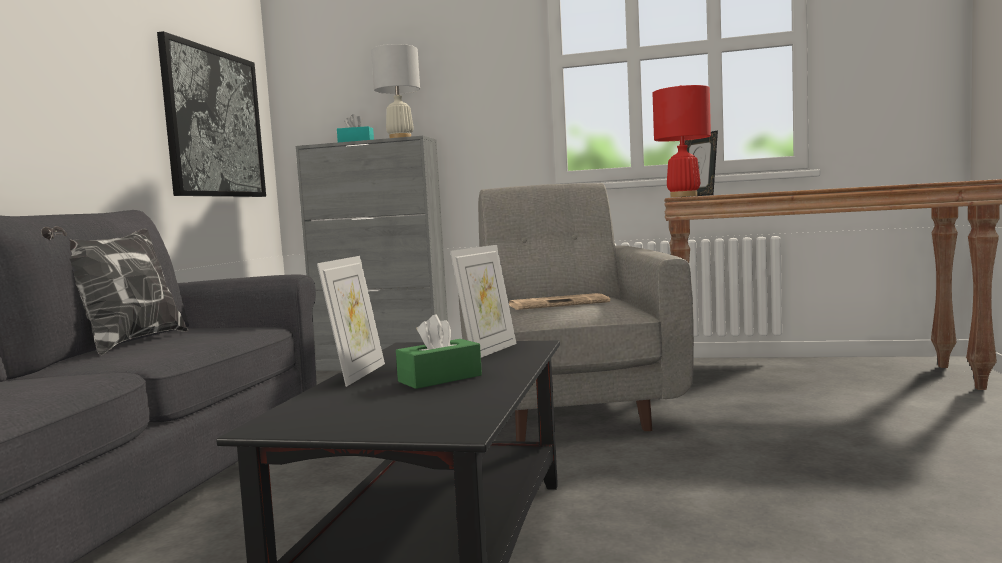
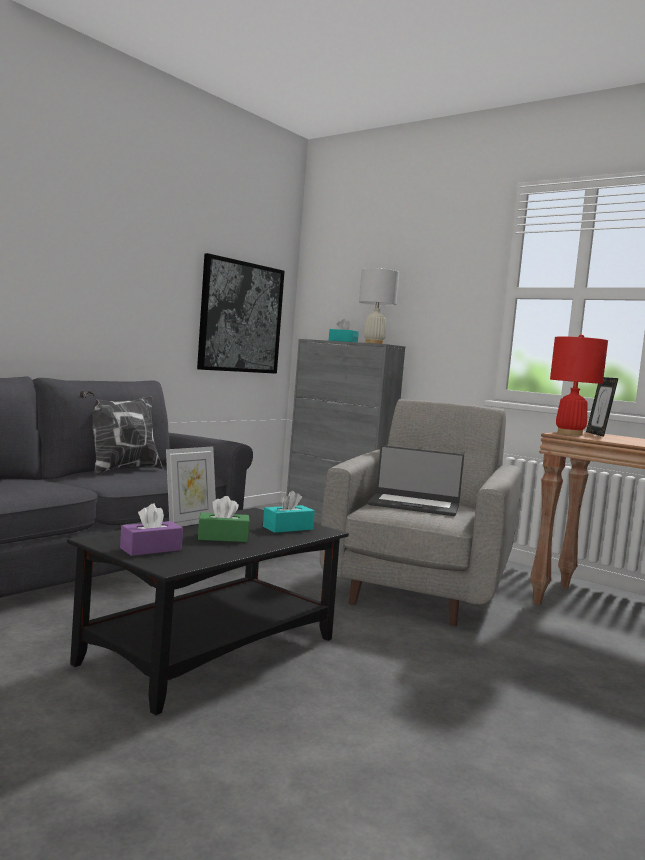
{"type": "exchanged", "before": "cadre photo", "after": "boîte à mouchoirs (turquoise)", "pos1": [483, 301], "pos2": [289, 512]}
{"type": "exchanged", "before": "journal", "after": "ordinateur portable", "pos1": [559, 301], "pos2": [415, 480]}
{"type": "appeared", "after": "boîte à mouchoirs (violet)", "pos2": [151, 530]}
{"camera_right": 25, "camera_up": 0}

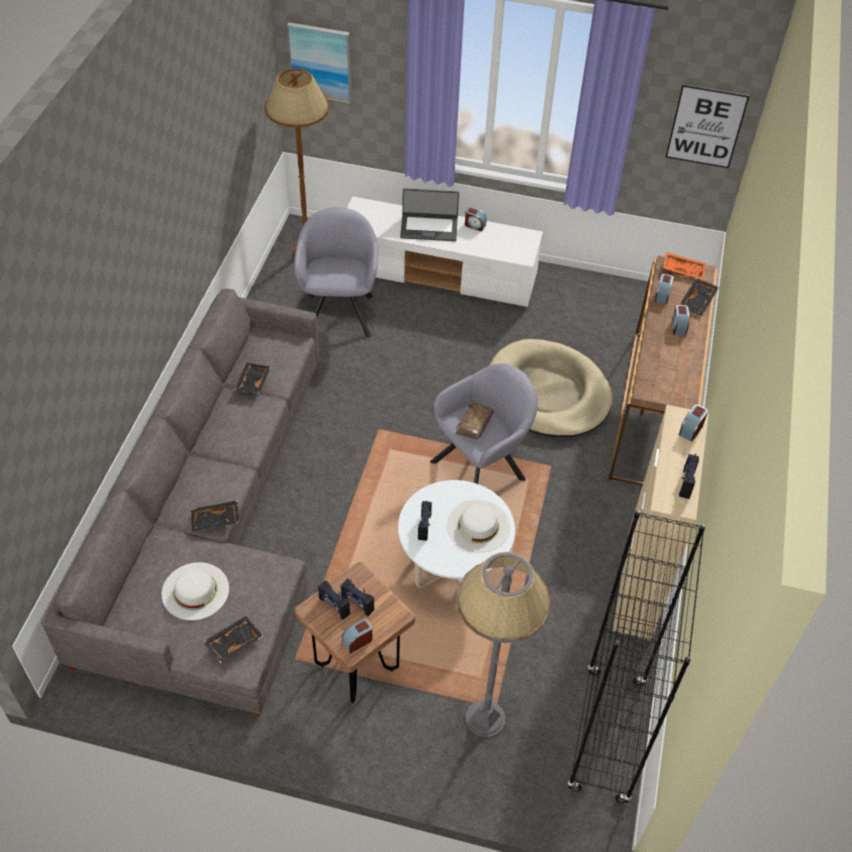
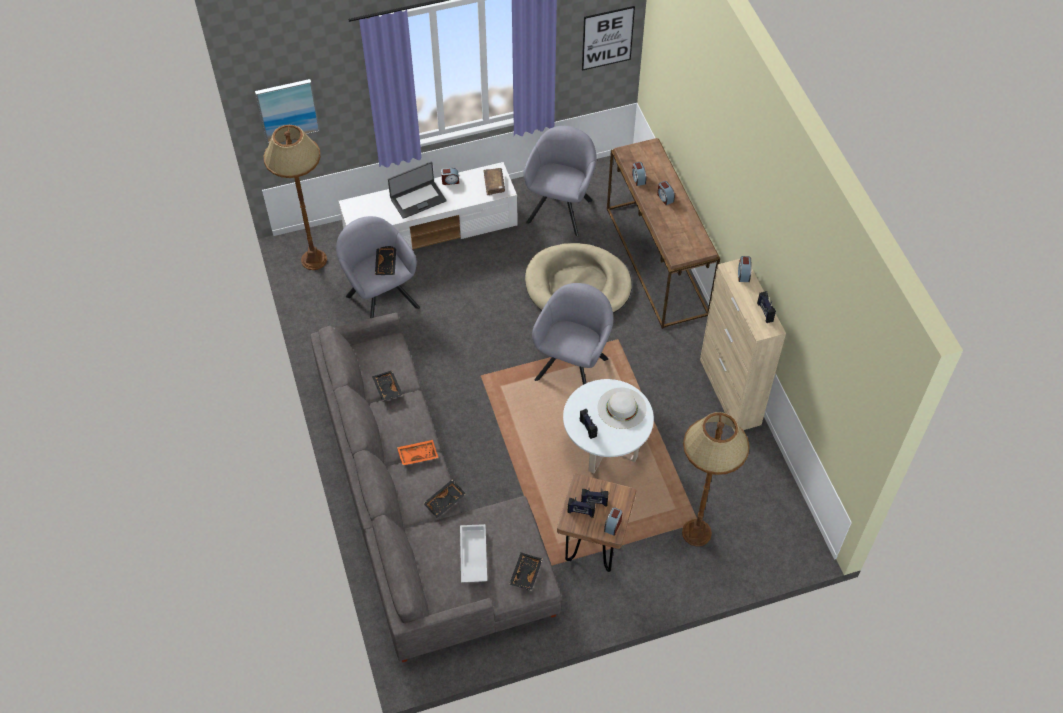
{"type": "relocated", "before": "plateau (orange)", "pos1": [684, 266], "pos2": [417, 453]}
{"type": "relocated", "before": "plateau (noir)", "pos1": [699, 297], "pos2": [385, 260]}
{"type": "relocated", "before": "livre (marron)", "pos1": [475, 421], "pos2": [494, 181]}
{"type": "missing", "before": "bibliothèque (noir)", "pos1": [636, 657]}
{"type": "colour", "before": "lampadaire (gris)", "after": "lampadaire (marron)", "pos1": [503, 645], "pos2": [716, 479]}
{"type": "exchanged", "before": "chapeau (blanc)", "after": "plateau (blanc)", "pos1": [195, 591], "pos2": [473, 553]}
{"type": "appeared", "after": "fauteuil (gris)", "pos2": [560, 181]}
{"camera_right": -30, "camera_up": 5}

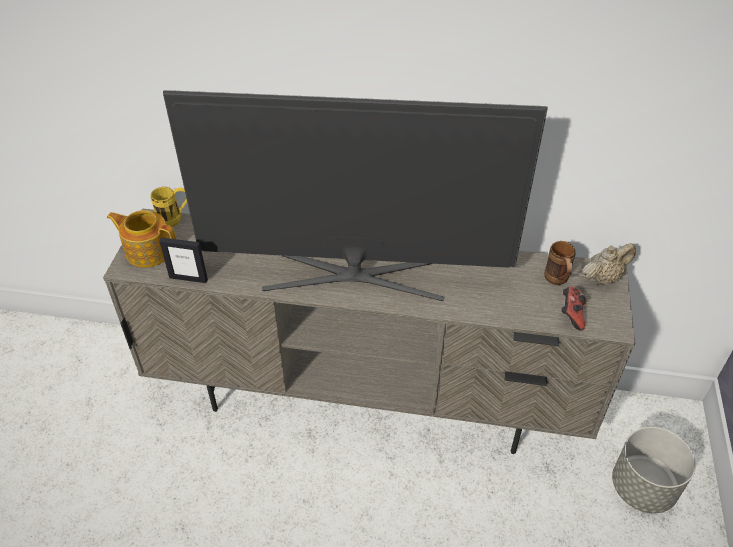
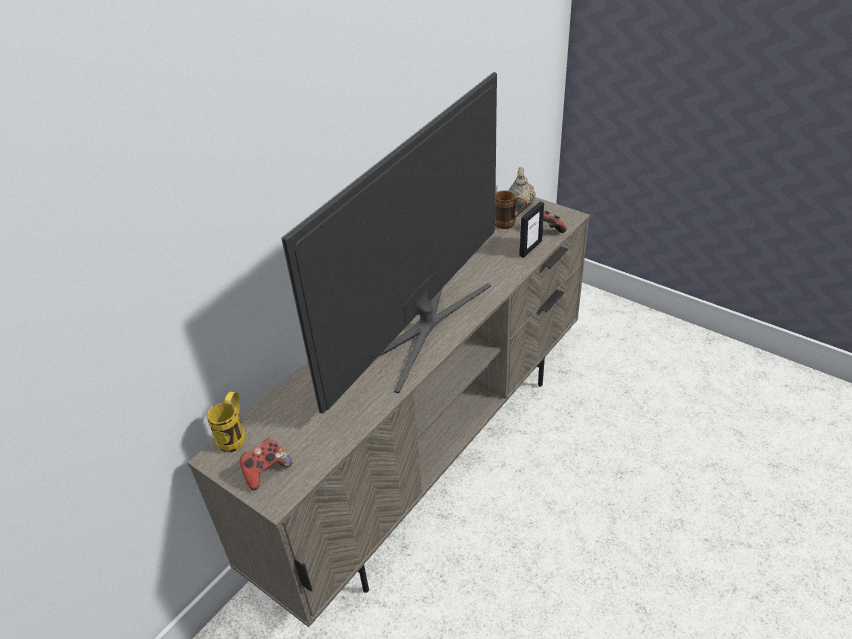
{"type": "exchanged", "before": "théière", "after": "manette", "pos1": [141, 239], "pos2": [266, 464]}
{"type": "relocated", "before": "cadre photo", "pos1": [183, 260], "pos2": [531, 230]}
{"type": "missing", "before": "cache-pot (gris)", "pos1": [654, 470]}
{"camera_right": -60, "camera_up": -5}

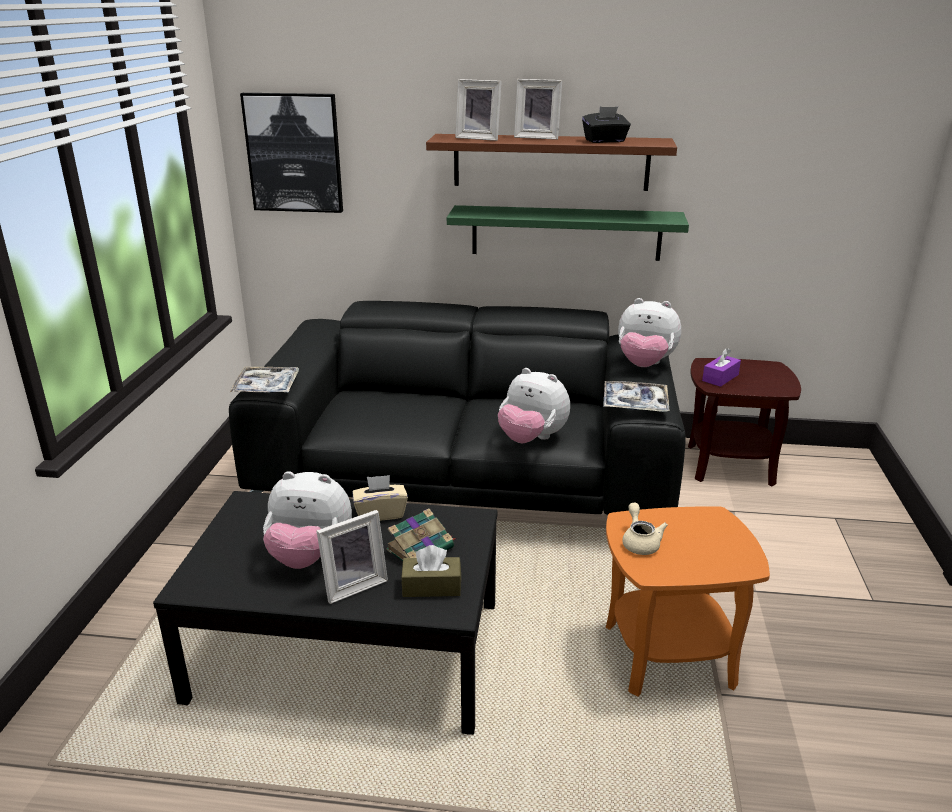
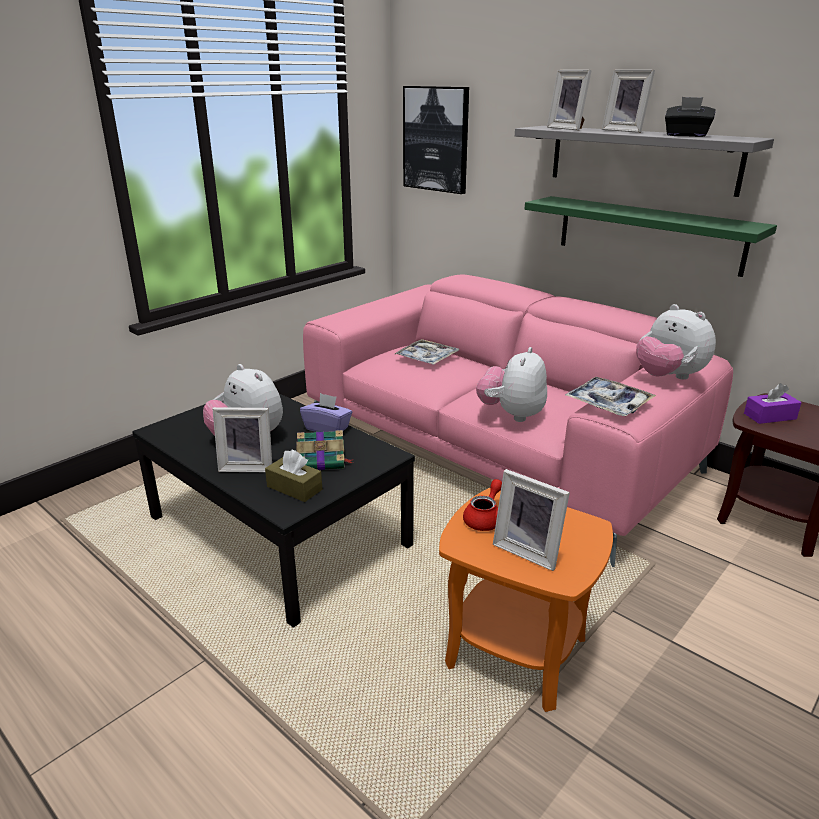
{"type": "colour", "before": "étagère (marron)", "after": "étagère (gris)", "pos1": [551, 162], "pos2": [644, 161]}
{"type": "colour", "before": "canapé (noir)", "after": "canapé (rose)", "pos1": [457, 408], "pos2": [518, 420]}
{"type": "relocated", "before": "plateau", "pos1": [264, 380], "pos2": [427, 352]}
{"type": "spun", "before": "peluche", "pos1": [534, 405], "pos2": [511, 384], "turn": 45}
{"type": "colour", "before": "boîte à mouchoirs (beige)", "after": "boîte à mouchoirs (violet)", "pos1": [380, 498], "pos2": [326, 412]}
{"type": "colour", "before": "théière (beige)", "after": "théière (rouge)", "pos1": [645, 529], "pos2": [482, 505]}
{"type": "appeared", "after": "cadre photo", "pos2": [531, 520]}
{"camera_right": 35, "camera_up": 0}

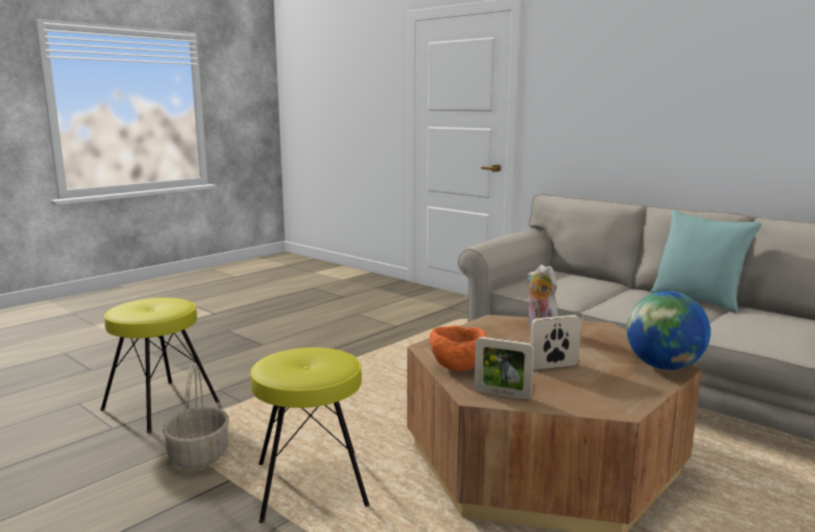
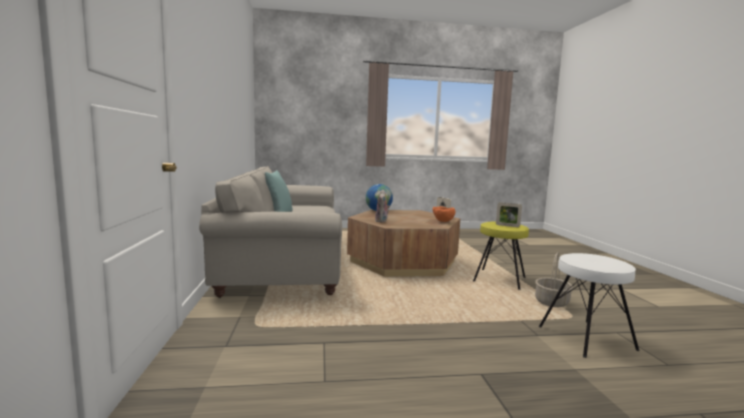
{"type": "colour", "before": "tabouret (jaune)", "after": "tabouret (blanc)", "pos1": [159, 365], "pos2": [589, 305]}
{"type": "relocated", "before": "cadre photo", "pos1": [555, 342], "pos2": [509, 214]}
{"camera_right": -140, "camera_up": -5}

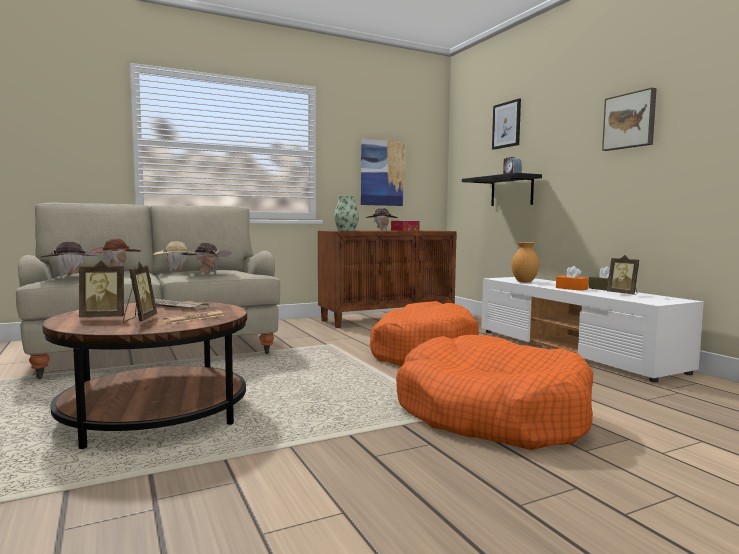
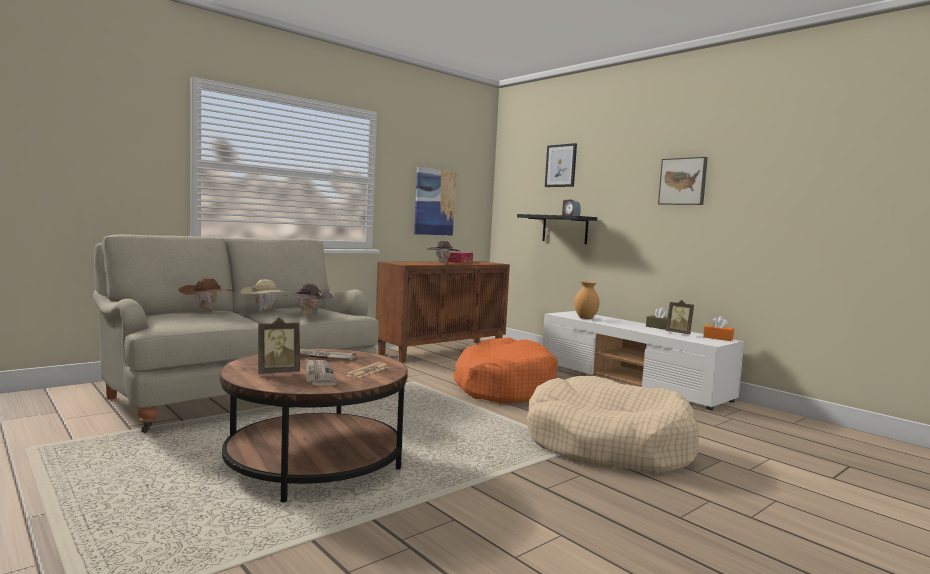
{"type": "missing", "before": "vase", "pos1": [346, 213]}
{"type": "missing", "before": "chapeau (marron)", "pos1": [70, 259]}
{"type": "exchanged", "before": "cadre photo", "after": "journal", "pos1": [140, 292], "pos2": [321, 372]}
{"type": "relocated", "before": "boîte à mouchoirs (orange)", "pos1": [572, 278], "pos2": [718, 328]}
{"type": "colour", "before": "panier pour chien (orange)", "after": "panier pour chien (beige)", "pos1": [494, 392], "pos2": [613, 425]}
{"camera_right": -15, "camera_up": 0}

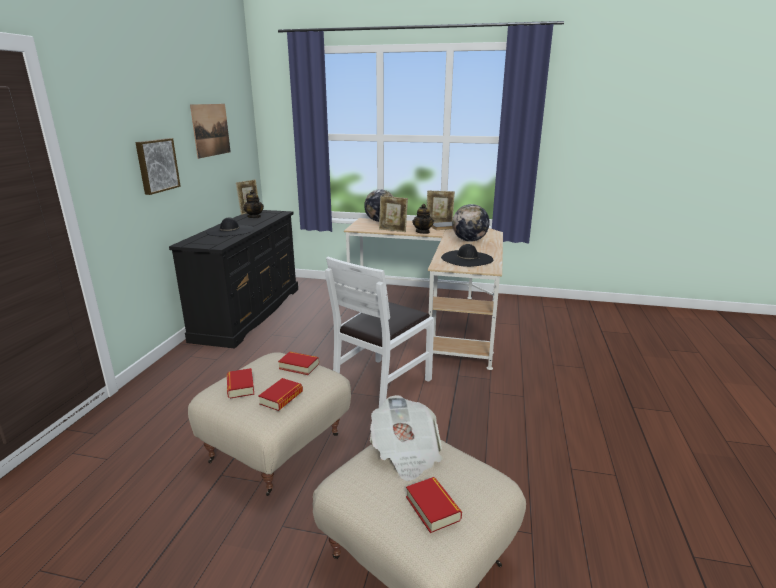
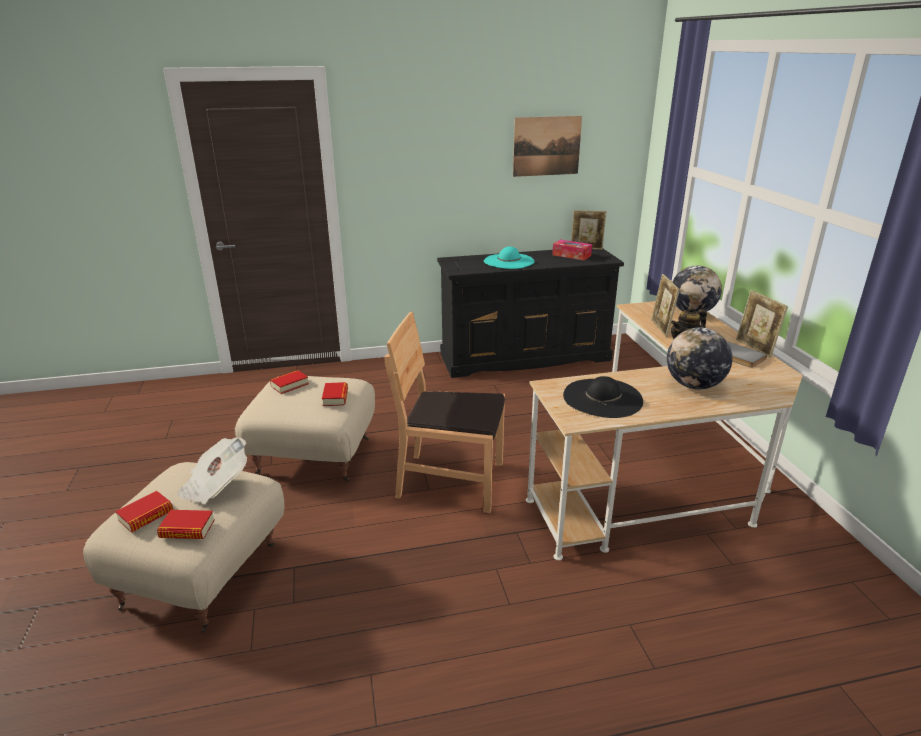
{"type": "missing", "before": "tableau", "pos1": [158, 166]}
{"type": "exchanged", "before": "théière", "after": "boîte à mouchoirs", "pos1": [253, 204], "pos2": [572, 250]}
{"type": "colour", "before": "chapeau (noir)", "after": "chapeau (turquoise)", "pos1": [230, 226], "pos2": [509, 257]}
{"type": "colour", "before": "chaise (blanc)", "after": "chaise (marron)", "pos1": [379, 332], "pos2": [444, 412]}
{"type": "relocated", "before": "livre", "pos1": [280, 394], "pos2": [186, 524]}
{"camera_right": 65, "camera_up": 5}

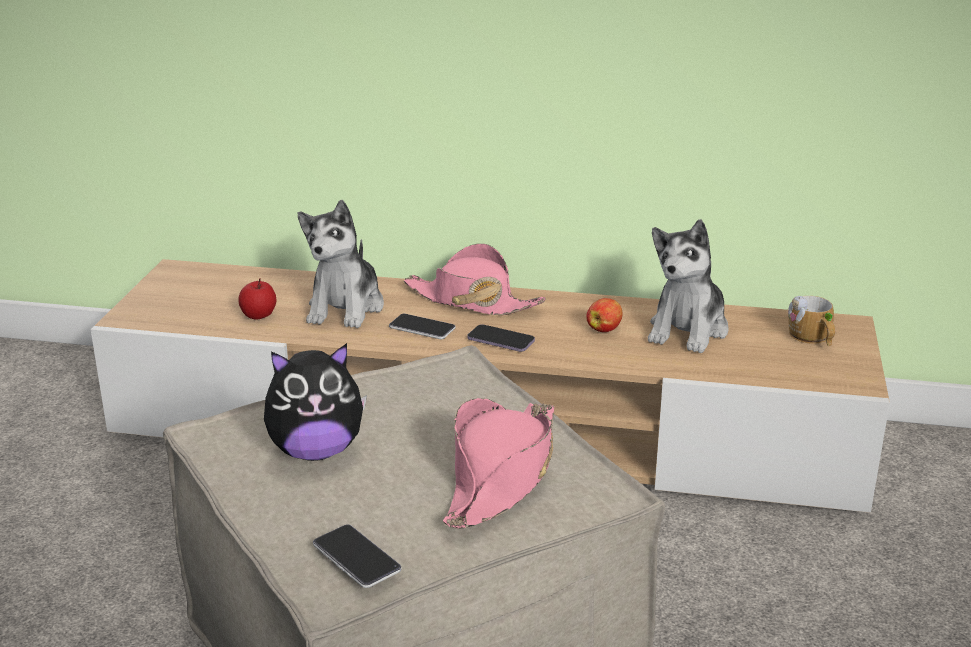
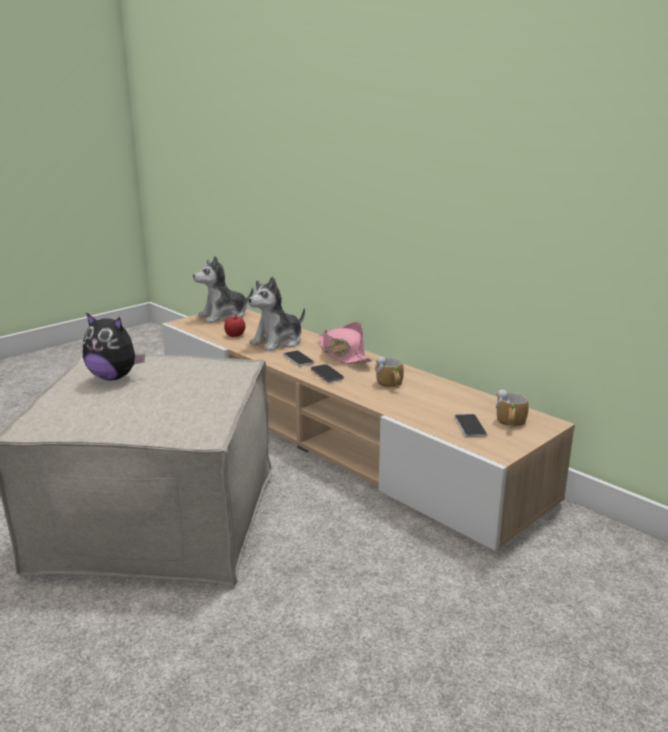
{"type": "relocated", "before": "peluche", "pos1": [688, 286], "pos2": [223, 289]}
{"type": "exchanged", "before": "pomme", "after": "mug", "pos1": [604, 315], "pos2": [389, 372]}
{"type": "missing", "before": "chapeau (rose)", "pos1": [498, 463]}
{"type": "relocated", "before": "téléphone", "pos1": [357, 556], "pos2": [470, 425]}
{"camera_right": 35, "camera_up": -5}

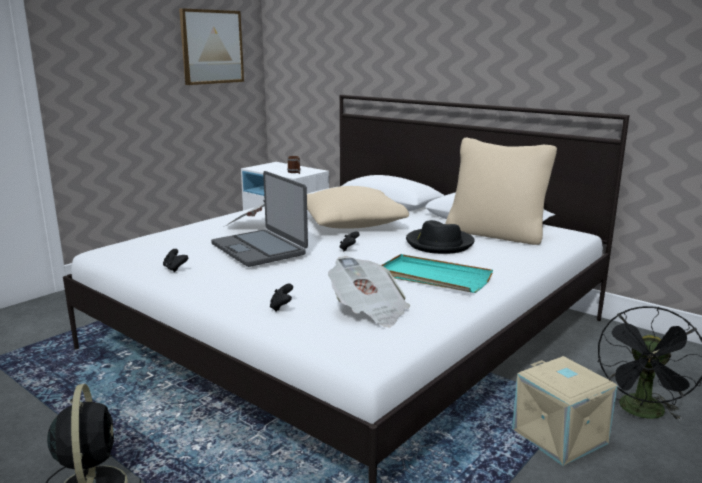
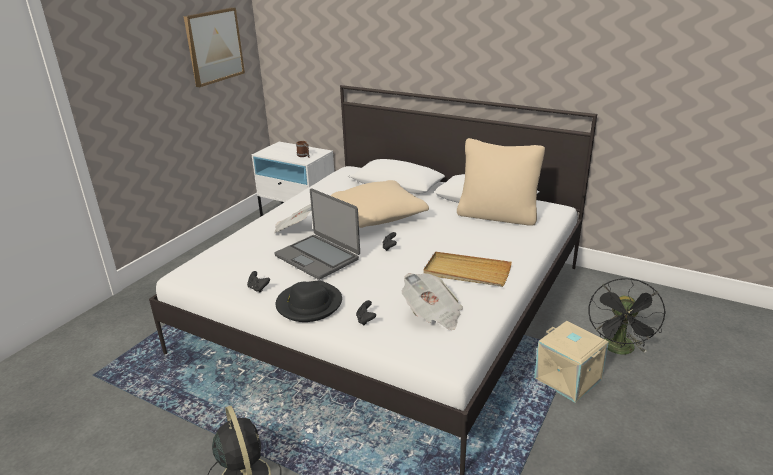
{"type": "relocated", "before": "chapeau (noir)", "pos1": [440, 237], "pos2": [309, 301]}
{"type": "colour", "before": "plateau (turquoise)", "after": "plateau (beige)", "pos1": [437, 273], "pos2": [468, 269]}
{"camera_right": -10, "camera_up": 10}

